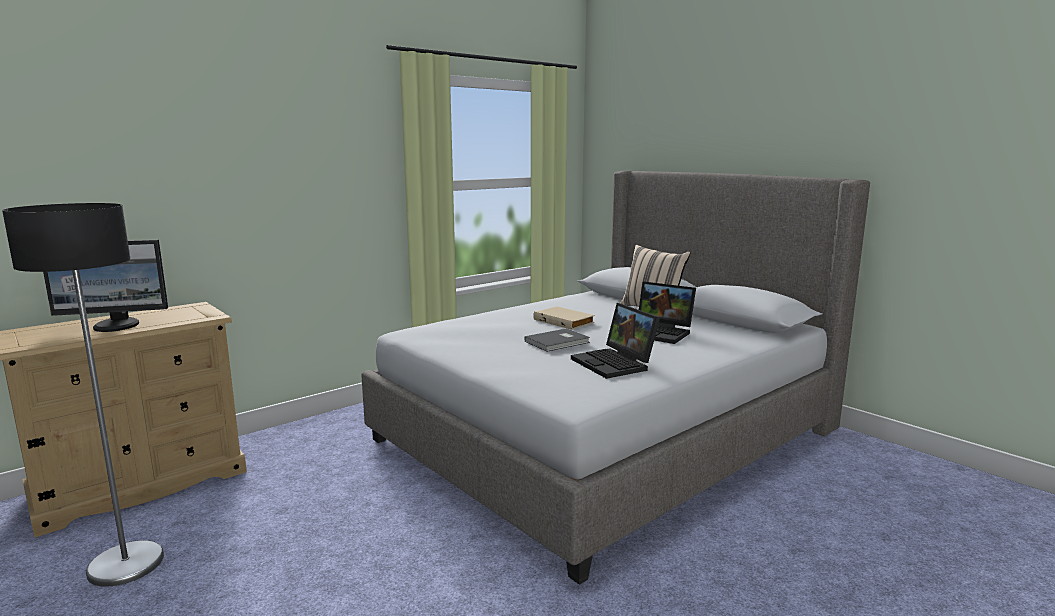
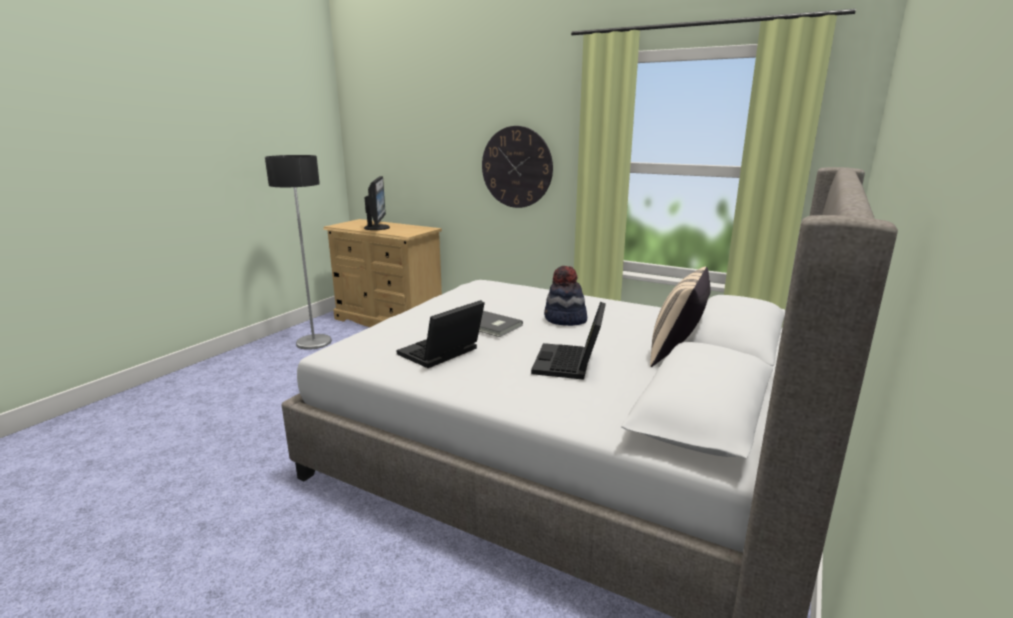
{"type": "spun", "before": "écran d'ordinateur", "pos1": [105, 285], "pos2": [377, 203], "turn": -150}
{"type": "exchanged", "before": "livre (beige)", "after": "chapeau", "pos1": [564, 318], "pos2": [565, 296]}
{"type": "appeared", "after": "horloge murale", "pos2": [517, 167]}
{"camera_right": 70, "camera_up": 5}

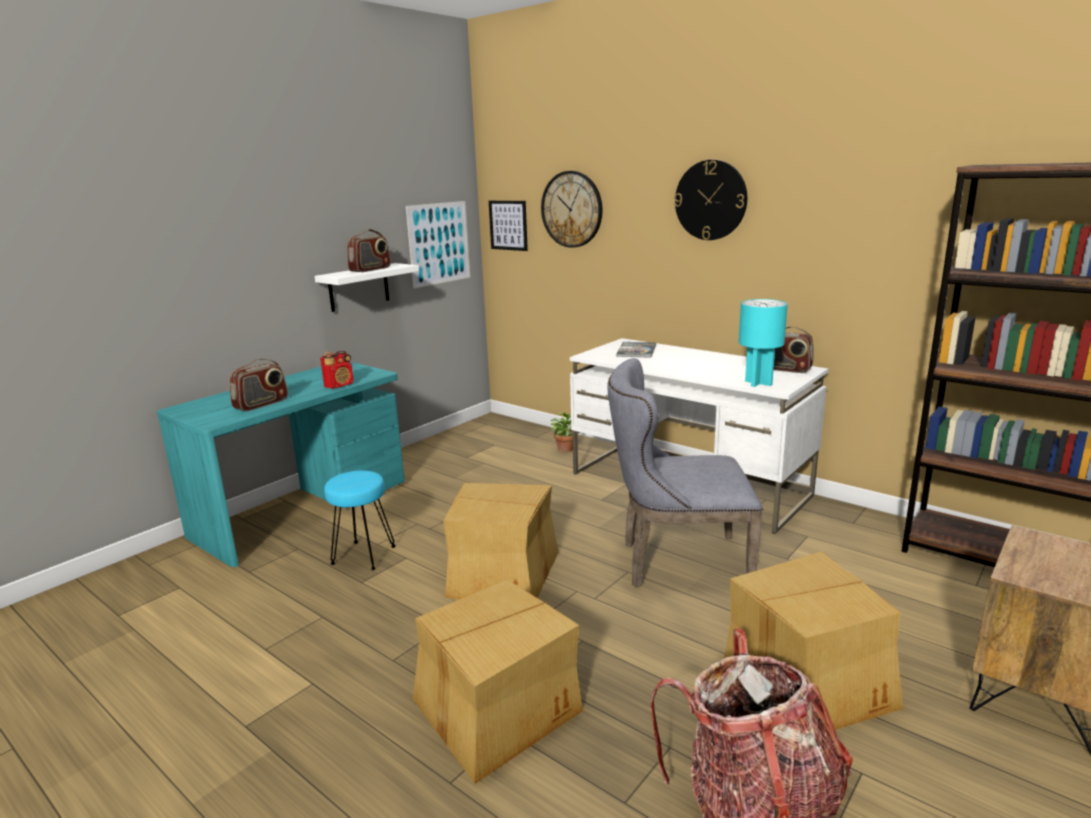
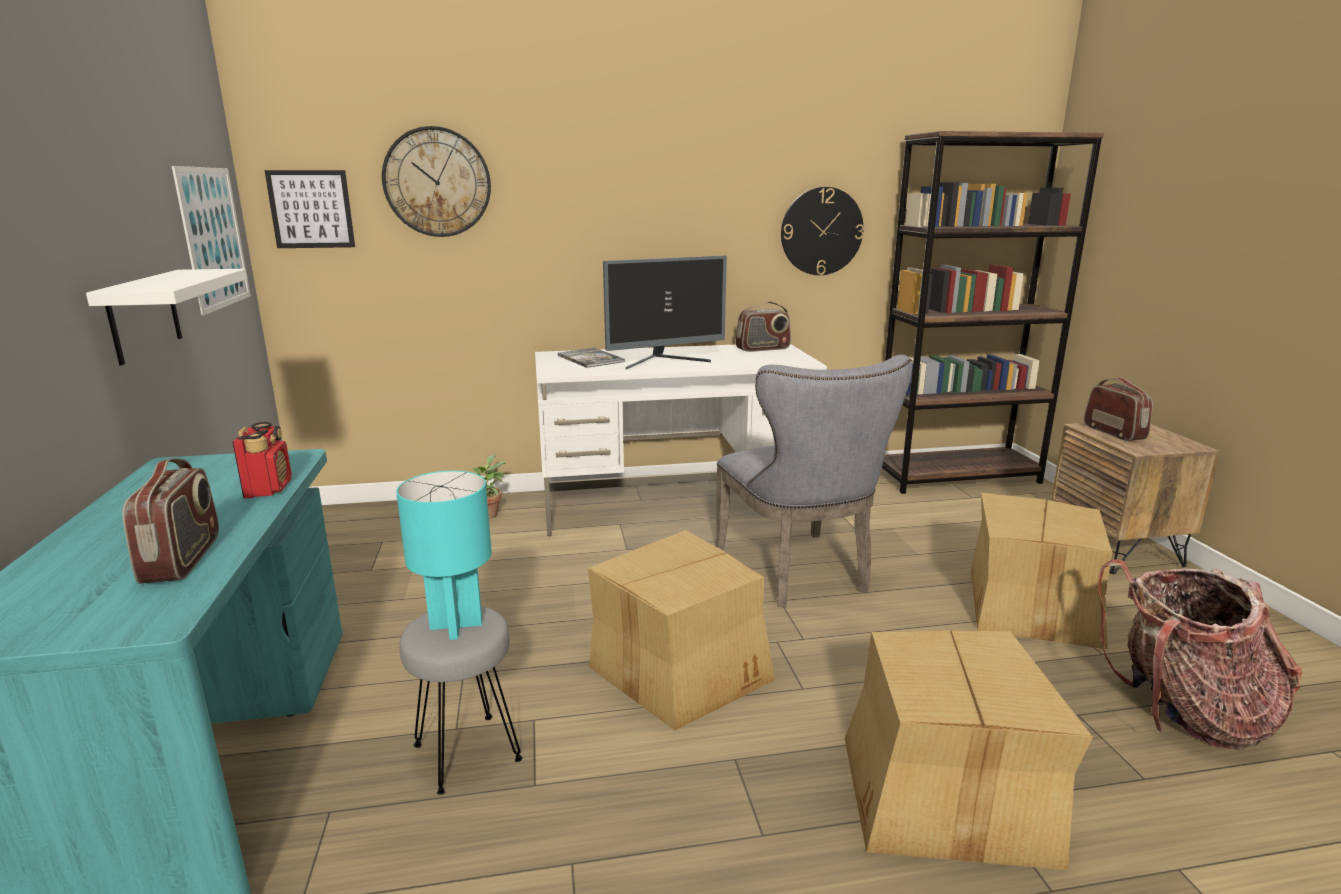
{"type": "relocated", "before": "horloge murale", "pos1": [710, 200], "pos2": [822, 231]}
{"type": "relocated", "before": "radio", "pos1": [369, 250], "pos2": [1118, 409]}
{"type": "relocated", "before": "lampe de table (turquoise)", "pos1": [763, 343], "pos2": [444, 555]}
{"type": "spun", "before": "chaise (gris)", "pos1": [685, 473], "pos2": [813, 481], "turn": -60}
{"type": "colour", "before": "tabouret (turquoise)", "after": "tabouret (gris)", "pos1": [360, 520], "pos2": [461, 700]}
{"type": "appeared", "after": "écran d'ordinateur", "pos2": [665, 312]}
{"camera_right": -50, "camera_up": 0}

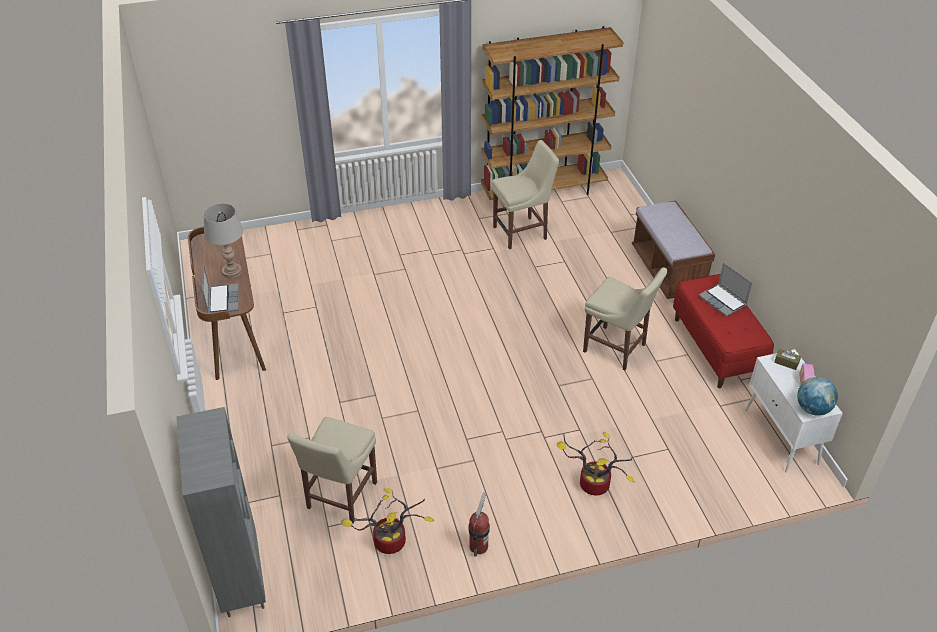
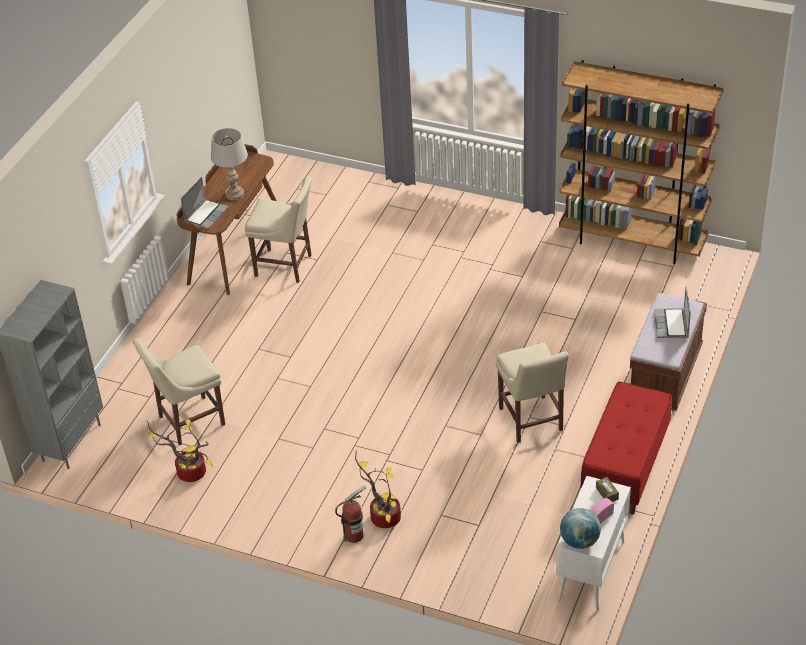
{"type": "relocated", "before": "chaise (beige)", "pos1": [525, 194], "pos2": [278, 229]}
{"type": "relocated", "before": "ordinateur portable", "pos1": [725, 289], "pos2": [672, 312]}
{"type": "relocated", "before": "extincteur", "pos1": [479, 524], "pos2": [350, 514]}
{"camera_right": 40, "camera_up": 0}

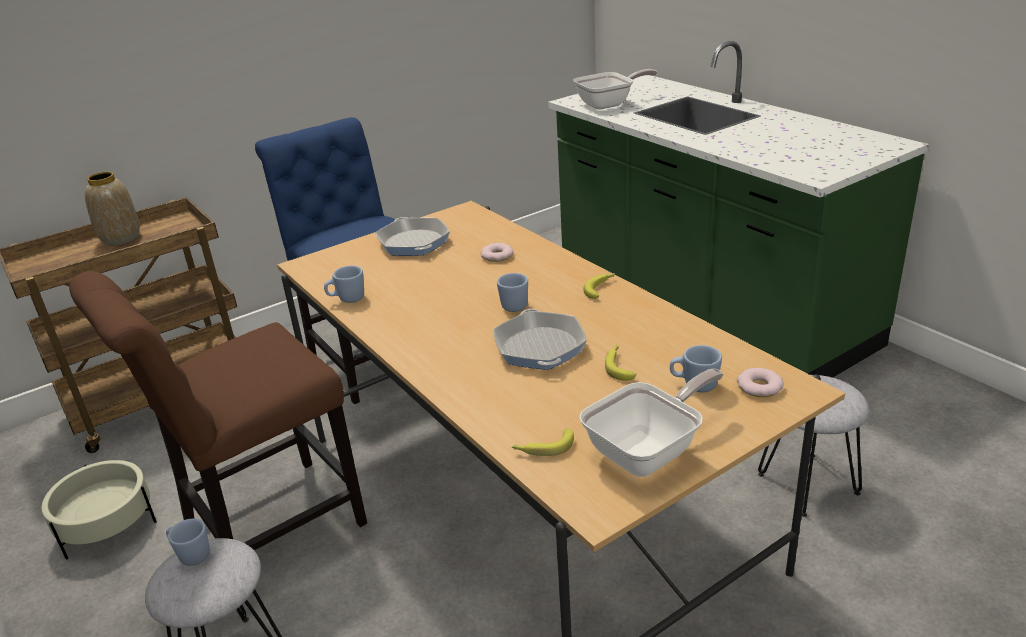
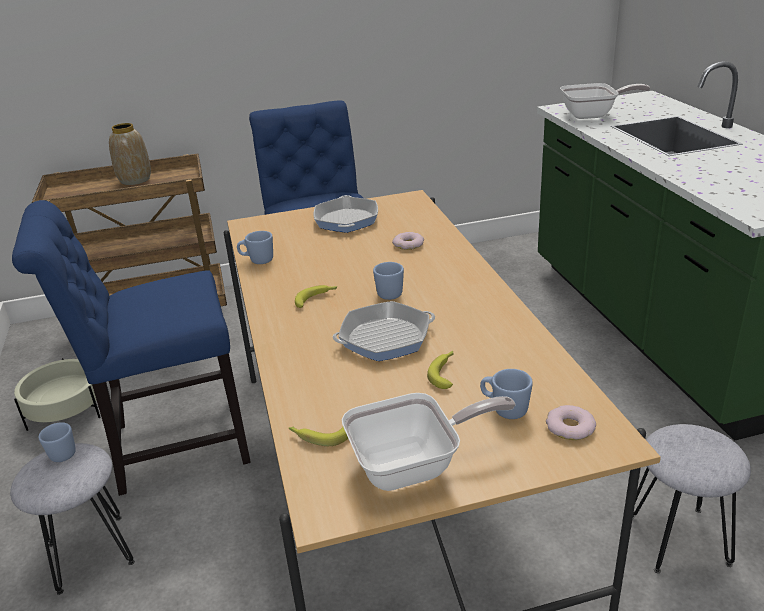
{"type": "colour", "before": "chaise (marron)", "after": "chaise (bleu)", "pos1": [218, 410], "pos2": [131, 348]}
{"type": "relocated", "before": "banane", "pos1": [599, 286], "pos2": [316, 296]}
{"type": "spun", "before": "poêle", "pos1": [540, 339], "pos2": [384, 331], "turn": -120}
{"camera_right": 20, "camera_up": 0}

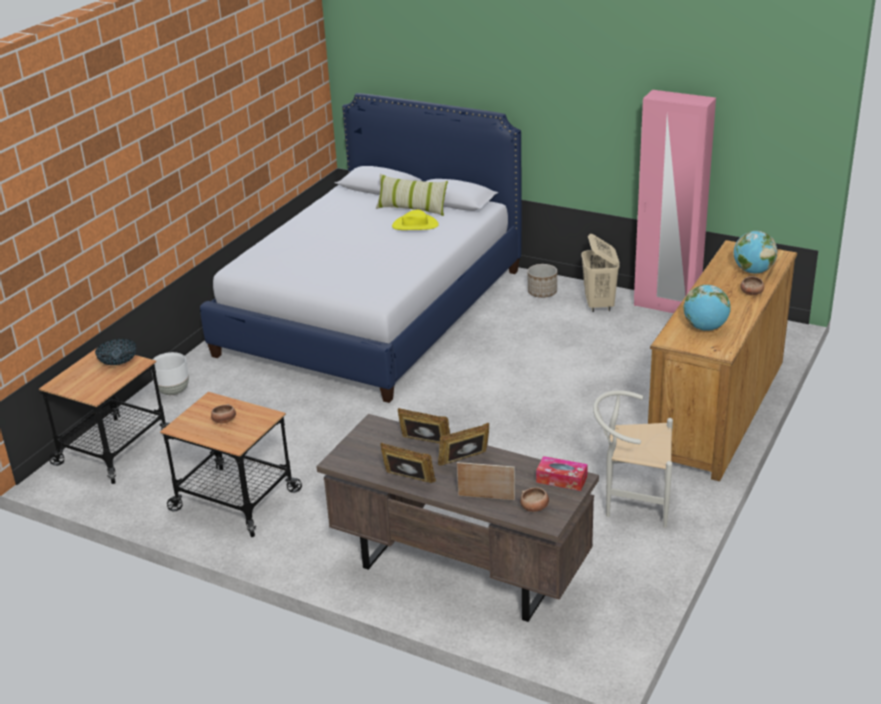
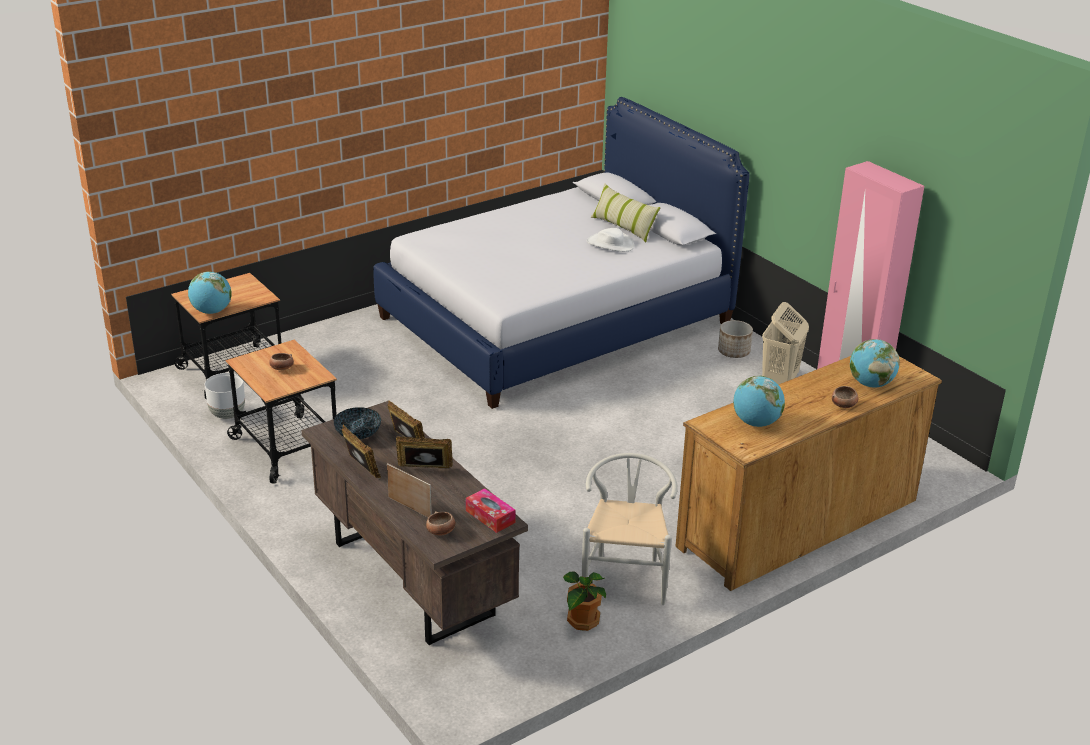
{"type": "colour", "before": "chapeau (jaune)", "after": "chapeau (blanc)", "pos1": [415, 220], "pos2": [610, 240]}
{"type": "relocated", "before": "bol", "pos1": [116, 352], "pos2": [357, 423]}
{"type": "relocated", "before": "cache-pot (blanc)", "pos1": [170, 373], "pos2": [225, 396]}
{"type": "spun", "before": "chaise (blanc)", "pos1": [633, 459], "pos2": [630, 529], "turn": 60}
{"type": "appeared", "after": "globe", "pos2": [210, 292]}
{"type": "appeared", "after": "plante en pot", "pos2": [584, 601]}
{"camera_right": 25, "camera_up": 0}

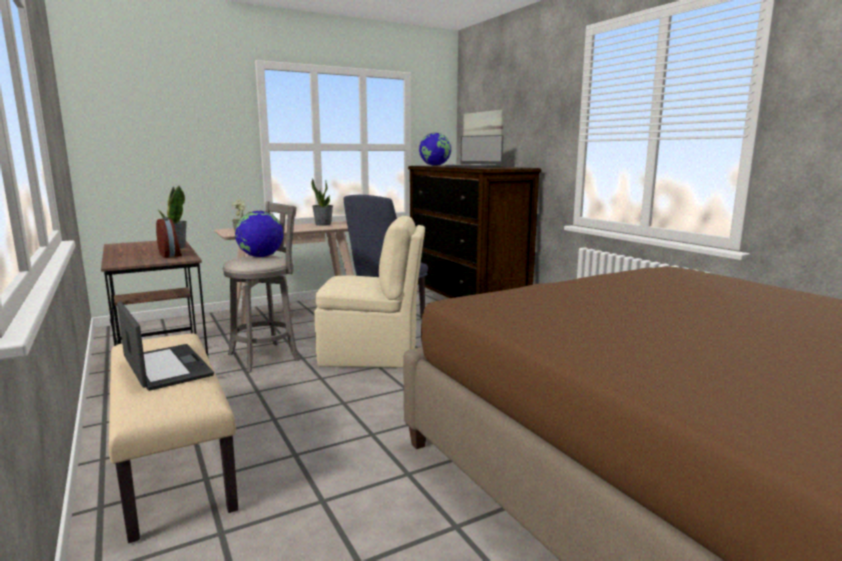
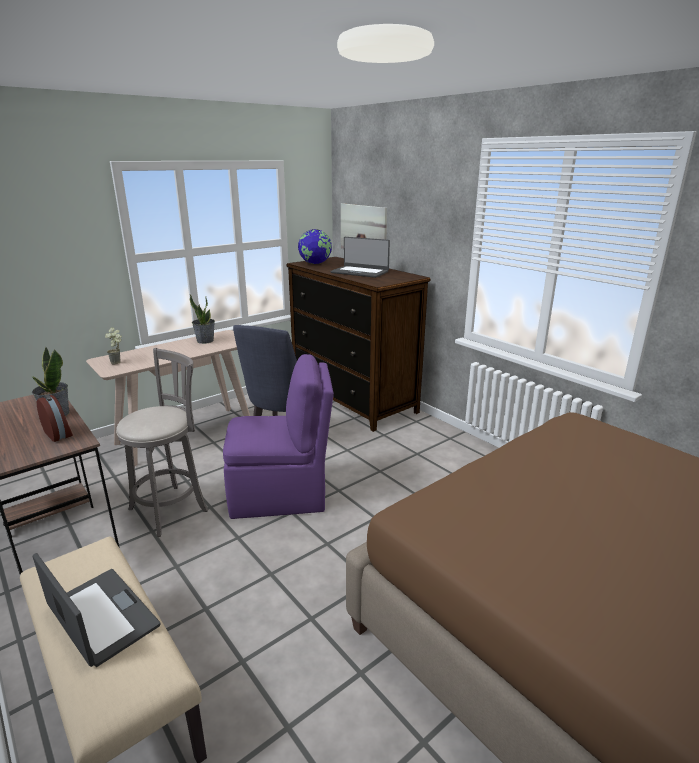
{"type": "missing", "before": "globe", "pos1": [259, 233]}
{"type": "colour", "before": "chaise (beige)", "after": "chaise (violet)", "pos1": [370, 292], "pos2": [278, 436]}
{"camera_right": -10, "camera_up": 10}

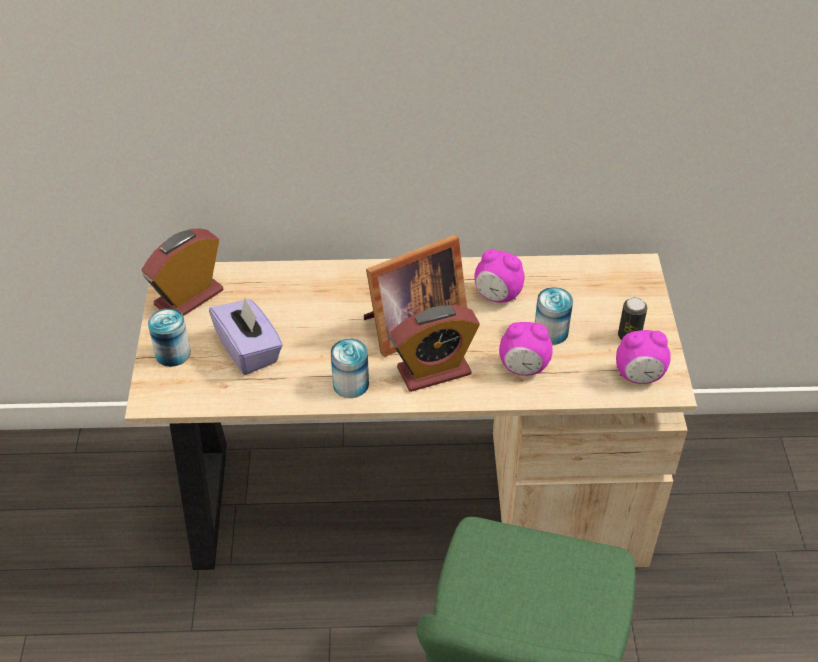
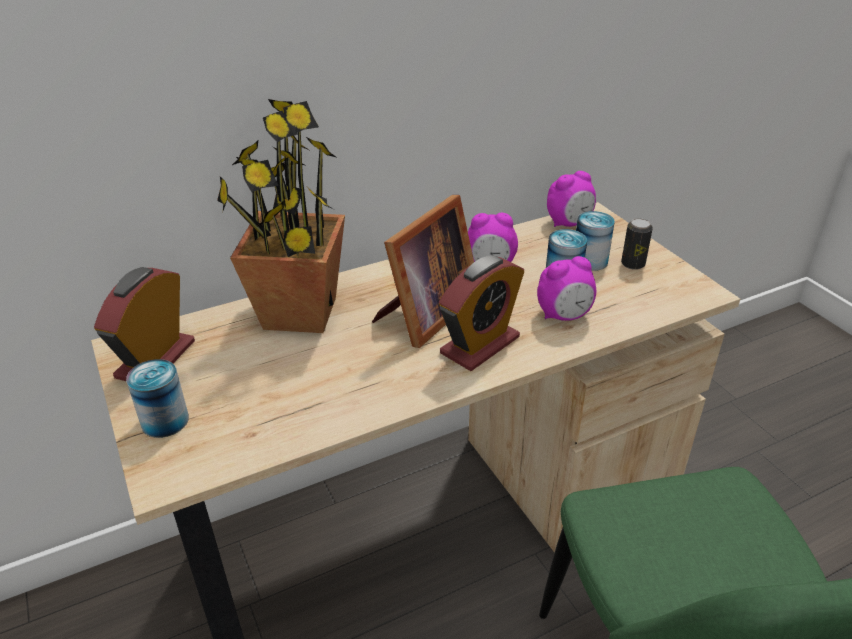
{"type": "missing", "before": "boîte à mouchoirs (violet)", "pos1": [246, 336]}
{"type": "relocated", "before": "réveil", "pos1": [643, 357], "pos2": [571, 199]}
{"type": "relocated", "before": "boîte métallique", "pos1": [350, 368], "pos2": [595, 241]}
{"type": "appeared", "after": "plante en pot", "pos2": [281, 216]}
{"camera_right": -25, "camera_up": -10}

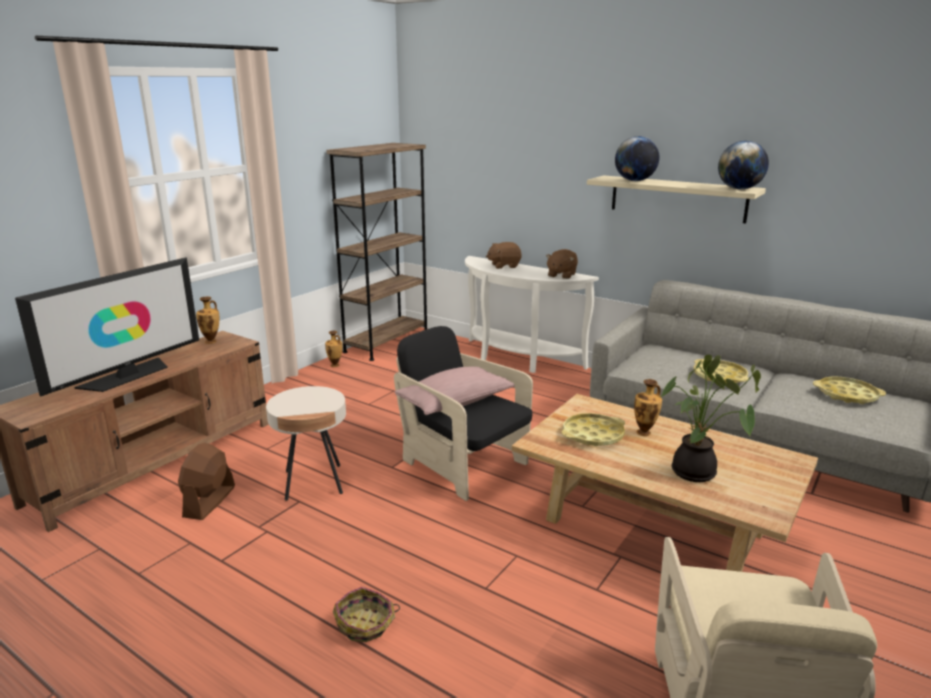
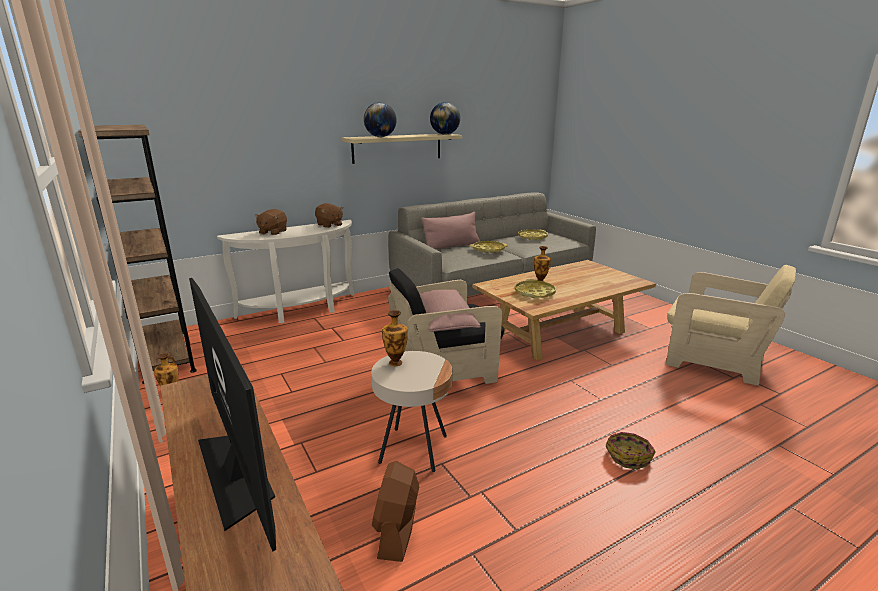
{"type": "relocated", "before": "vase", "pos1": [208, 320], "pos2": [395, 338]}
{"type": "missing", "before": "plante en pot", "pos1": [711, 418]}
{"type": "spun", "before": "ventilateur (marron)", "pos1": [206, 481], "pos2": [395, 511], "turn": 60}
{"type": "appeared", "after": "coussin (rose)", "pos2": [450, 230]}
{"camera_right": -65, "camera_up": 0}

